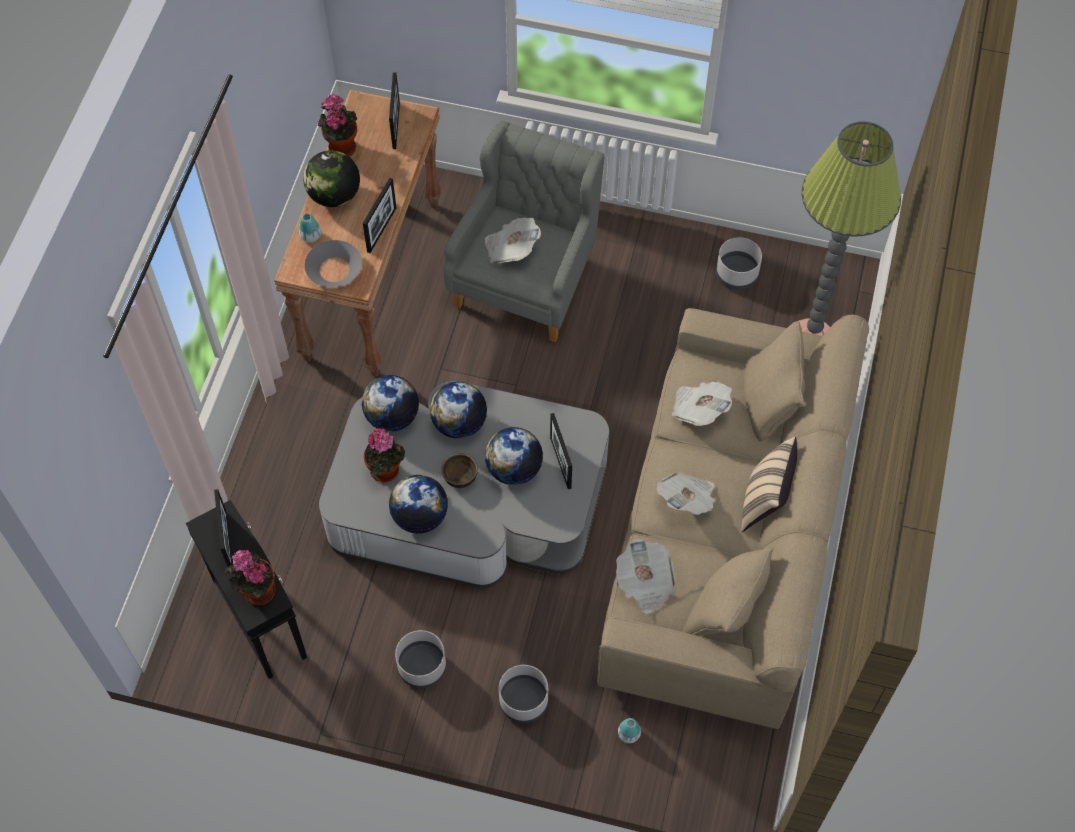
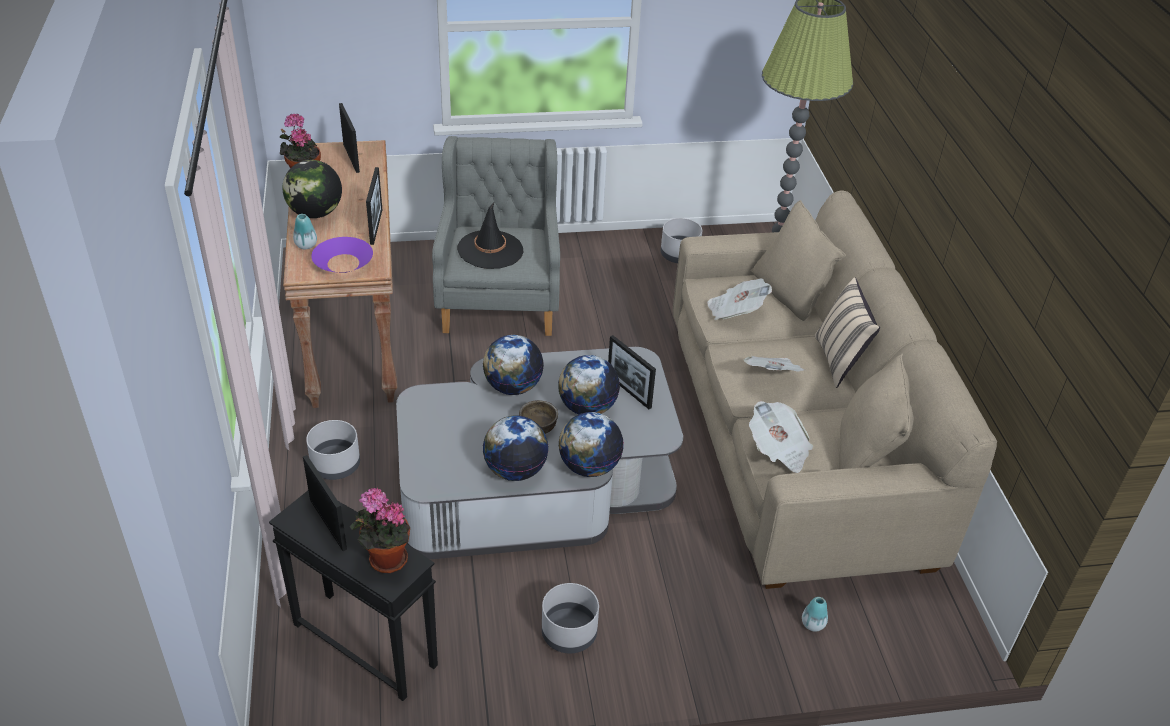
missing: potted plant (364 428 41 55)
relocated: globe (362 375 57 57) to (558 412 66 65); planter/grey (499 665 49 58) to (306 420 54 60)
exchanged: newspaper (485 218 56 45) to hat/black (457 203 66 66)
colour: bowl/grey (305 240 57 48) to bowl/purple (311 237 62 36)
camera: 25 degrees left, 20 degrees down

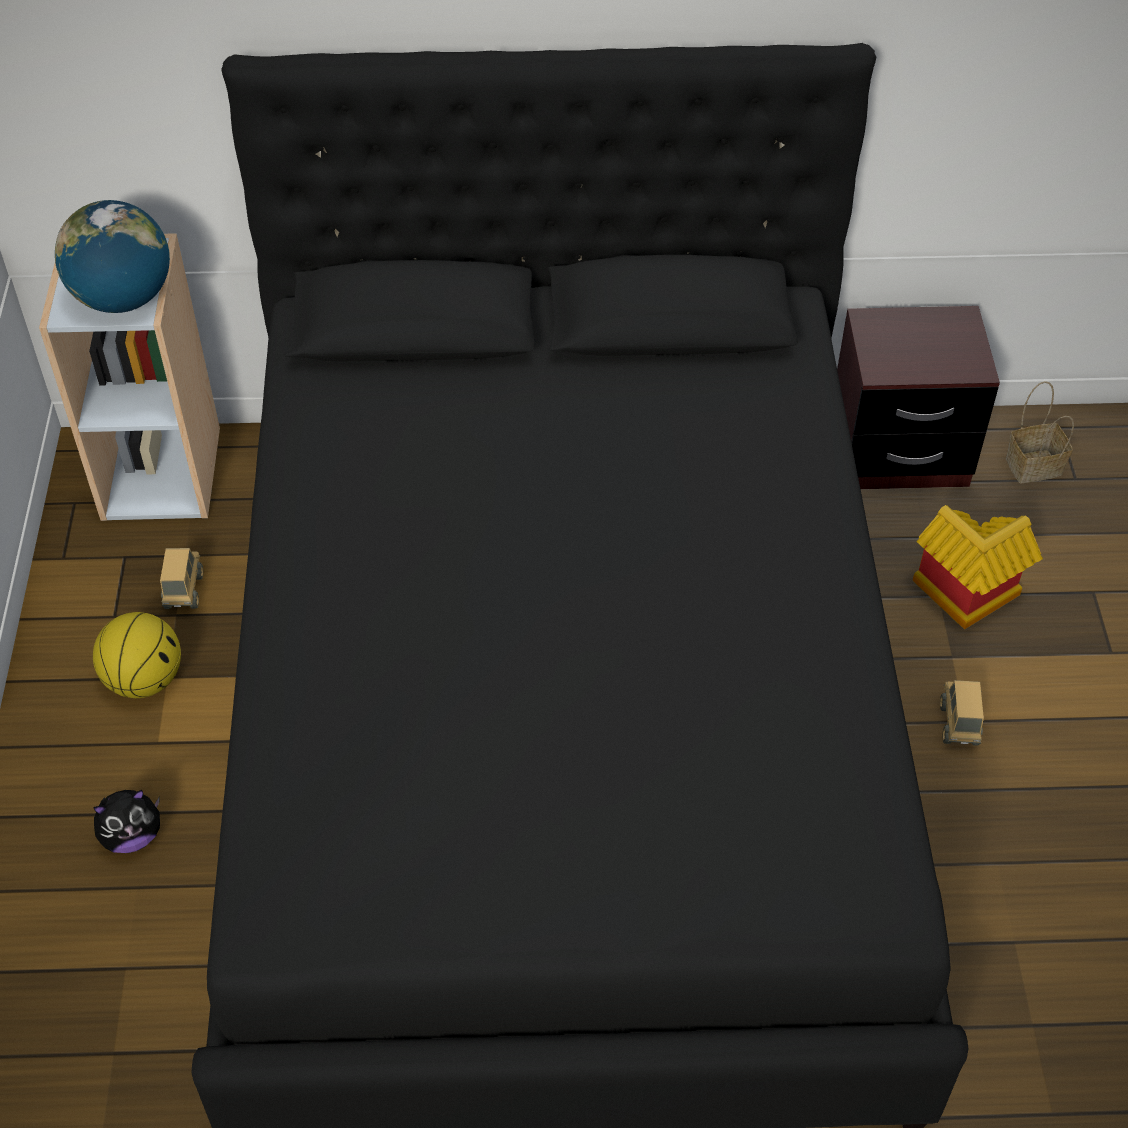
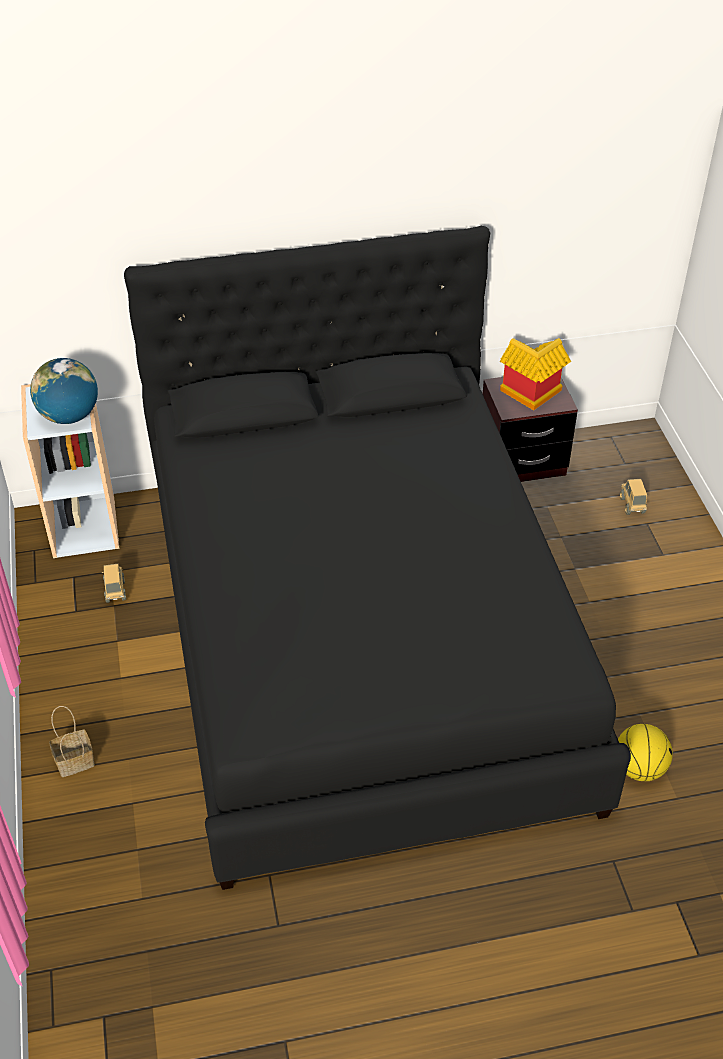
missing: plush toy (93 790 67 63)
relocated: basket (1006 381 68 102) to (49 706 46 71); toy house (913 505 130 125) to (500 338 72 72); basketball (93 612 88 86) to (618 724 55 57); toy truck (940 680 44 65) to (620 479 27 36)
camera: 10 degrees left, 5 degrees down

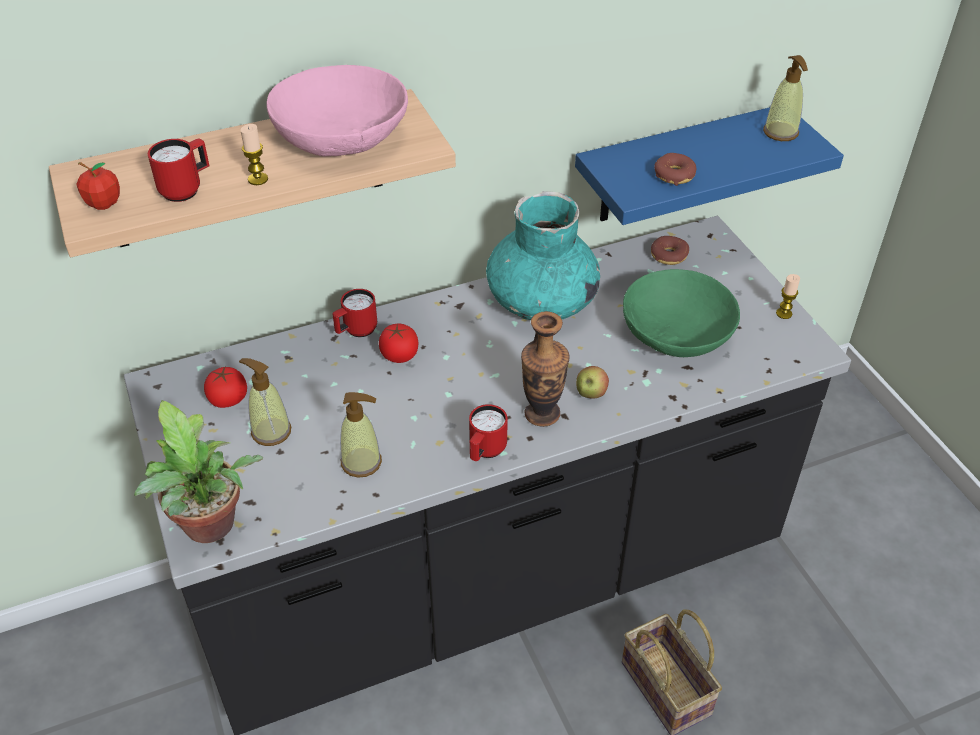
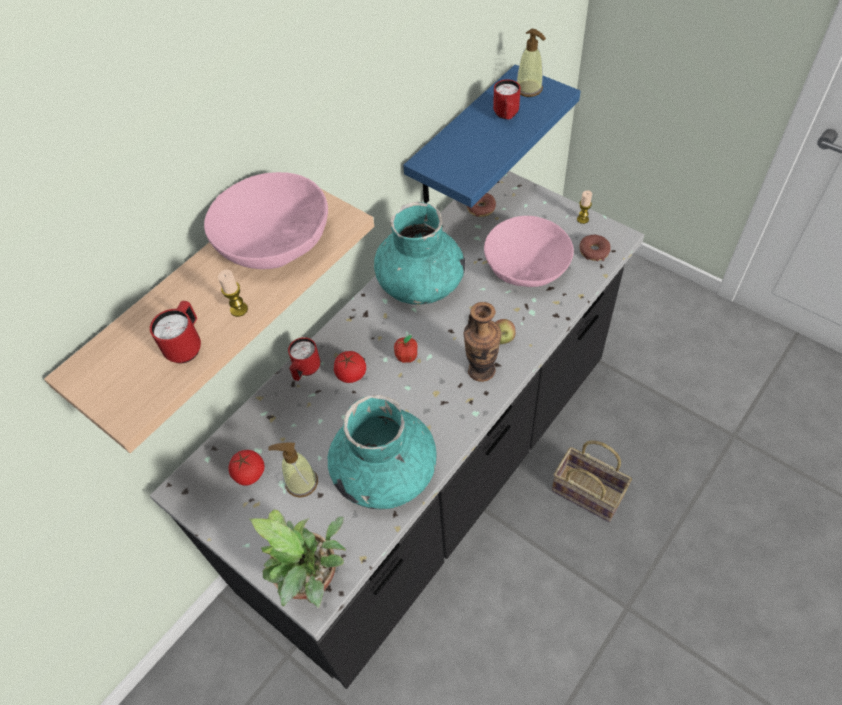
relocated: donut (654 153 42 33) to (580 235 31 26); apple (76 162 44 48) to (394 335 23 28); mug/red (469 404 39 57) to (493 80 27 39)
exchanged: soap dispenser (340 392 42 86) to vase/turquoise (328 395 109 114)
colour: bowl/green (623 269 117 88) to bowl/pink (484 216 90 71)
camera: 25 degrees left, 10 degrees up

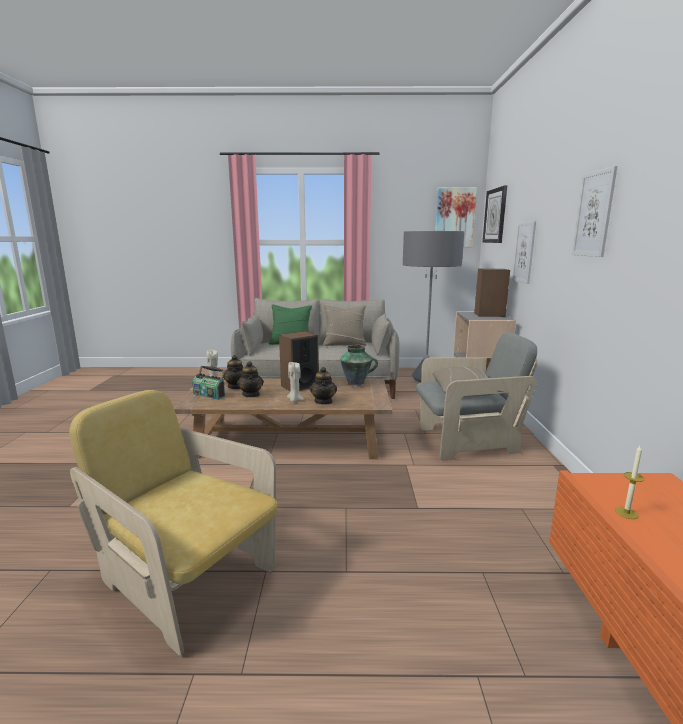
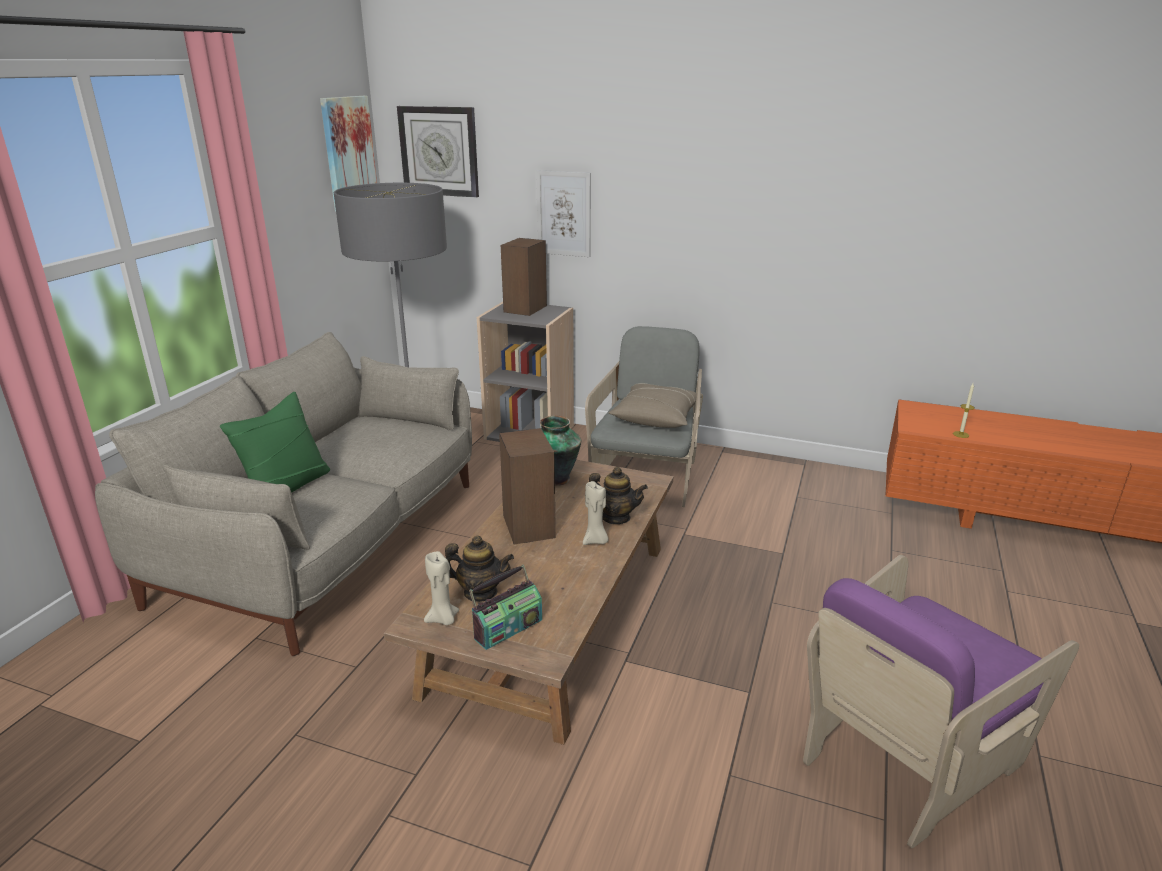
missing: picture (572 166 45 91); pillow/beige (323 305 44 41); teapot (237 361 27 36)
colour: armchair/yellow (69 390 208 266) to armchair/purple (803 555 276 293)
camera: 70 degrees left, 10 degrees up

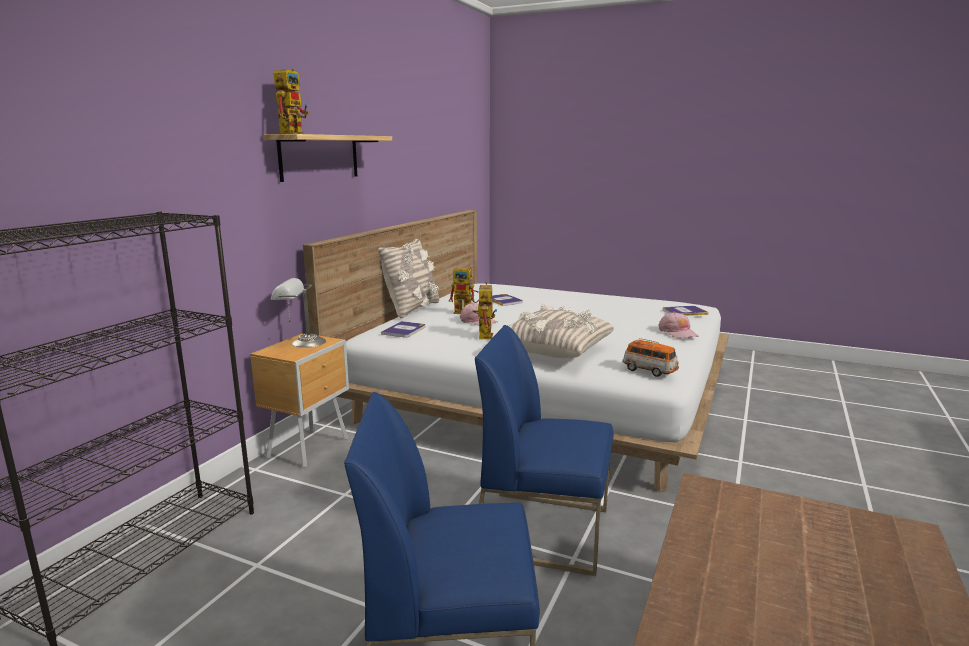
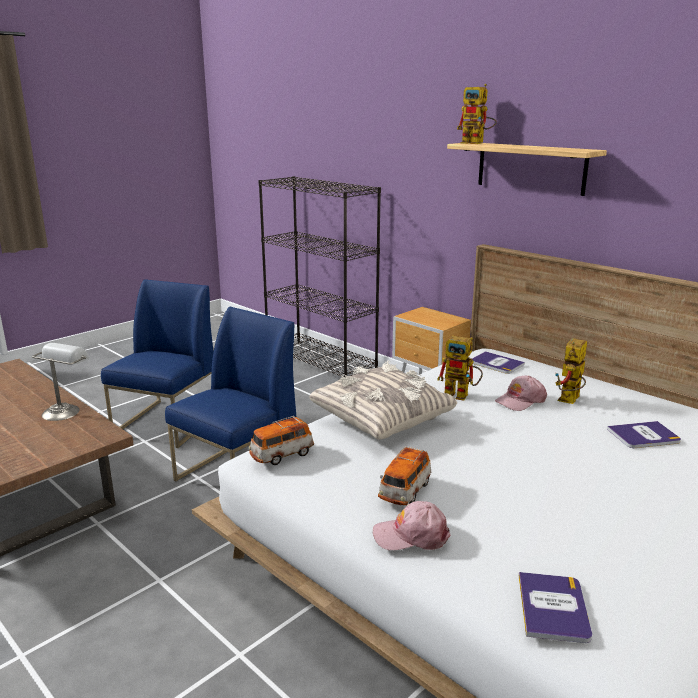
missing: pillow/beige (378 239 61 79)
appeared: toy car (378 446 53 59)
relocated: table lamp/white (271 278 55 70) to (32 343 57 78)
camera: 110 degrees right, 5 degrees up

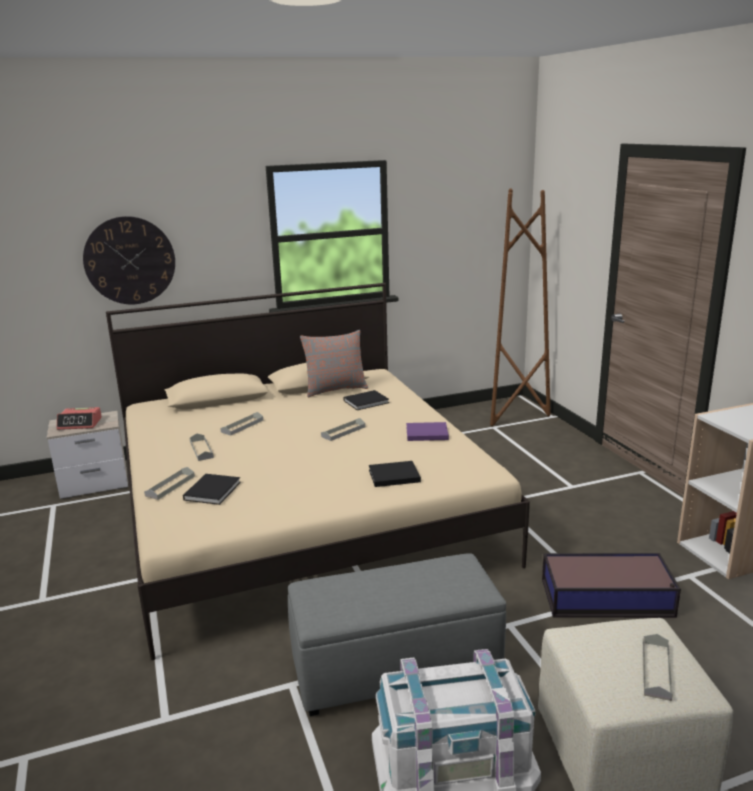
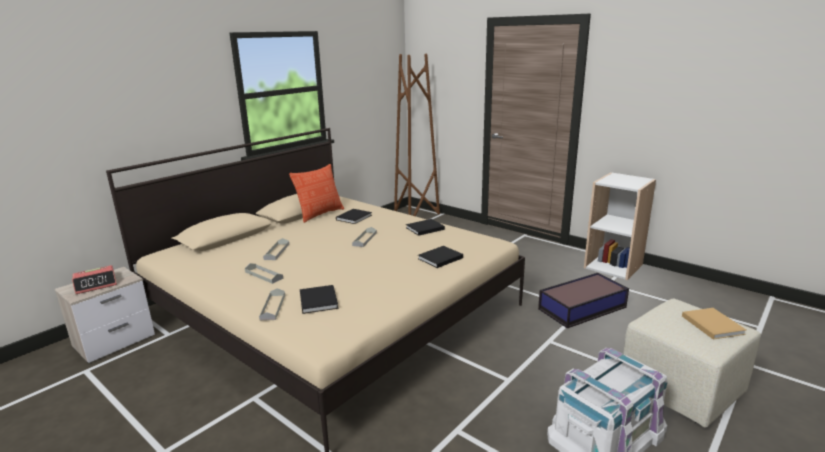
missing: wall clock (83 216 92 88); ottoman/grey (288 553 218 163)
exchanged: tray/grey (643 634 30 67) to book/beige (682 308 64 31)
colour: pillow/grey (300 330 68 67) to pillow/orange (289 164 55 59); book/purple (406 422 43 19) to book/black (406 219 39 17)
camera: 30 degrees left, 0 degrees up

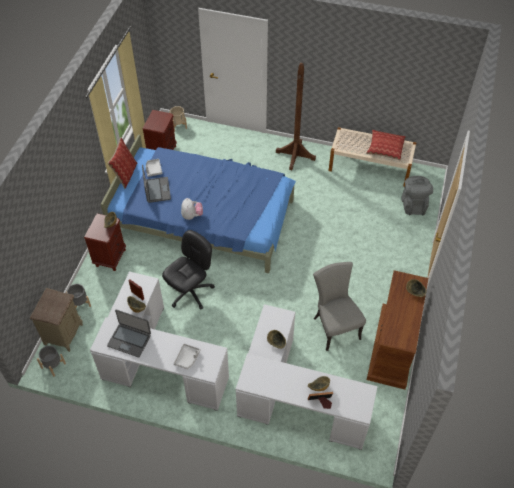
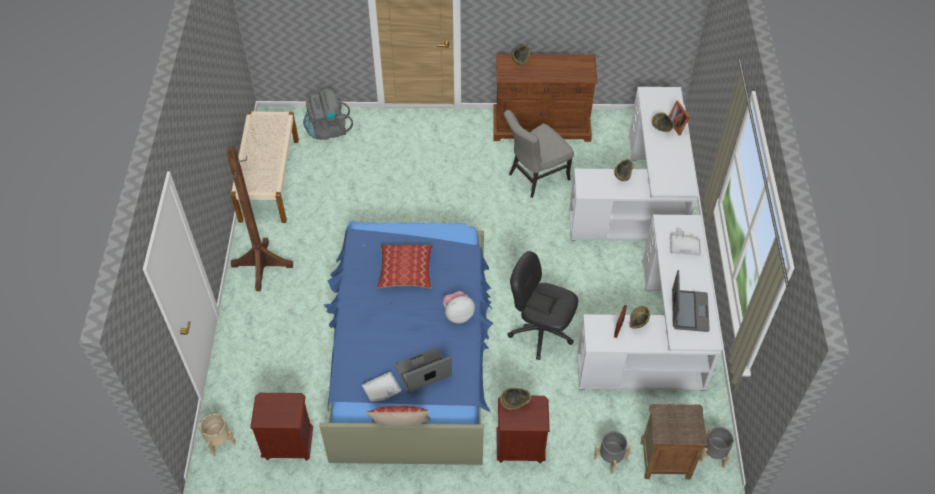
relocated: pillow (366 130 40 31) to (377 244 56 45)
camera: 105 degrees left, 0 degrees up

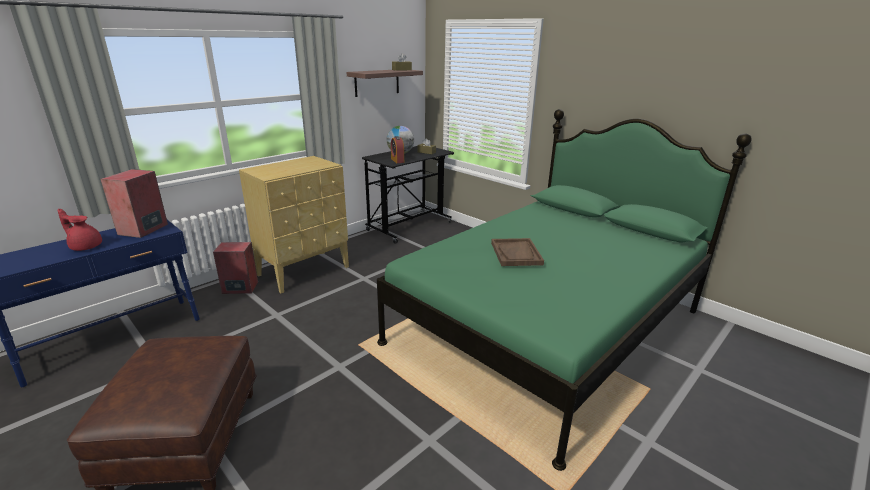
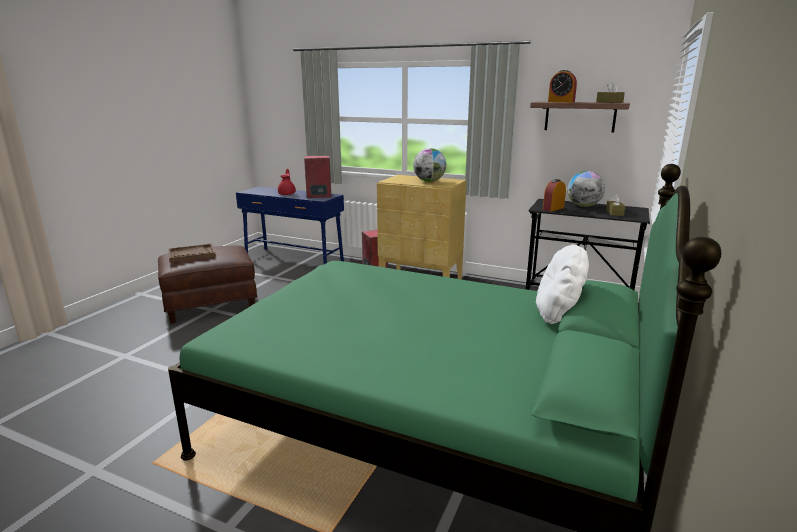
appeared: alarm clock (548 70 29 33); globe (413 148 33 34); pillow/white (536 245 53 79)
relocated: tray/brown (491 238 53 28) to (168 244 48 18)
camera: 70 degrees right, 5 degrees down

